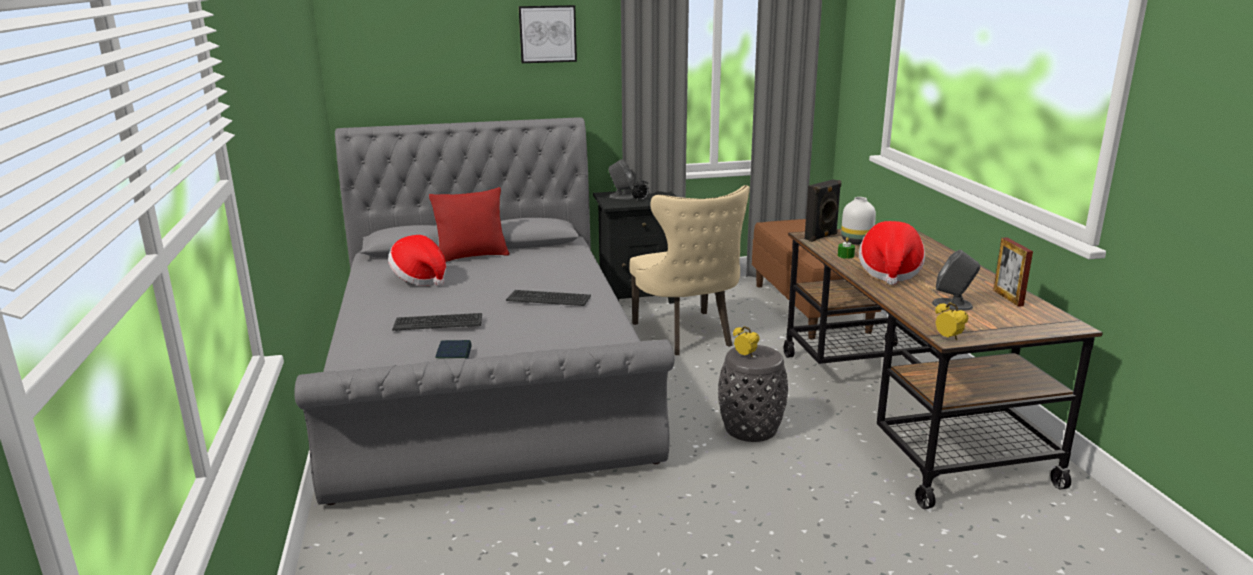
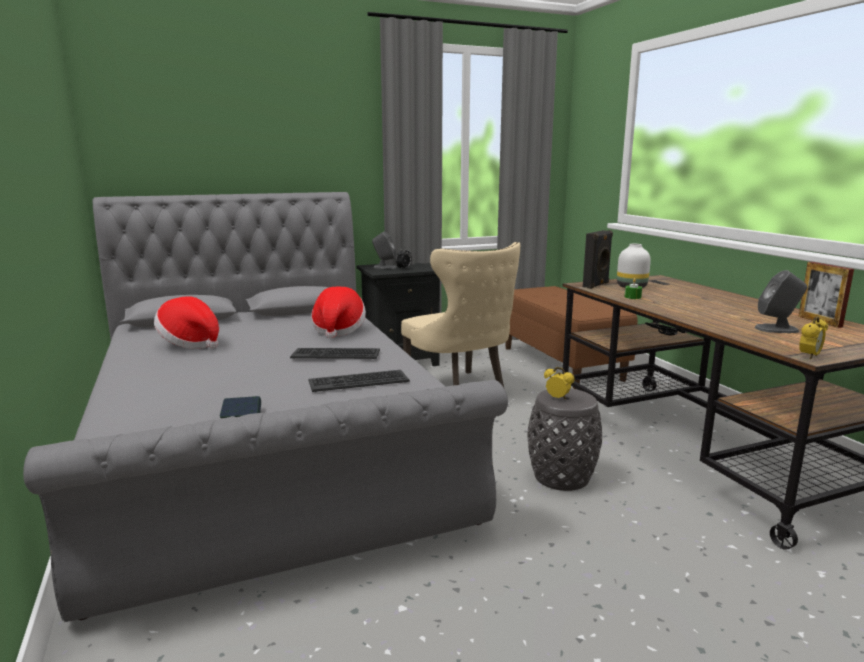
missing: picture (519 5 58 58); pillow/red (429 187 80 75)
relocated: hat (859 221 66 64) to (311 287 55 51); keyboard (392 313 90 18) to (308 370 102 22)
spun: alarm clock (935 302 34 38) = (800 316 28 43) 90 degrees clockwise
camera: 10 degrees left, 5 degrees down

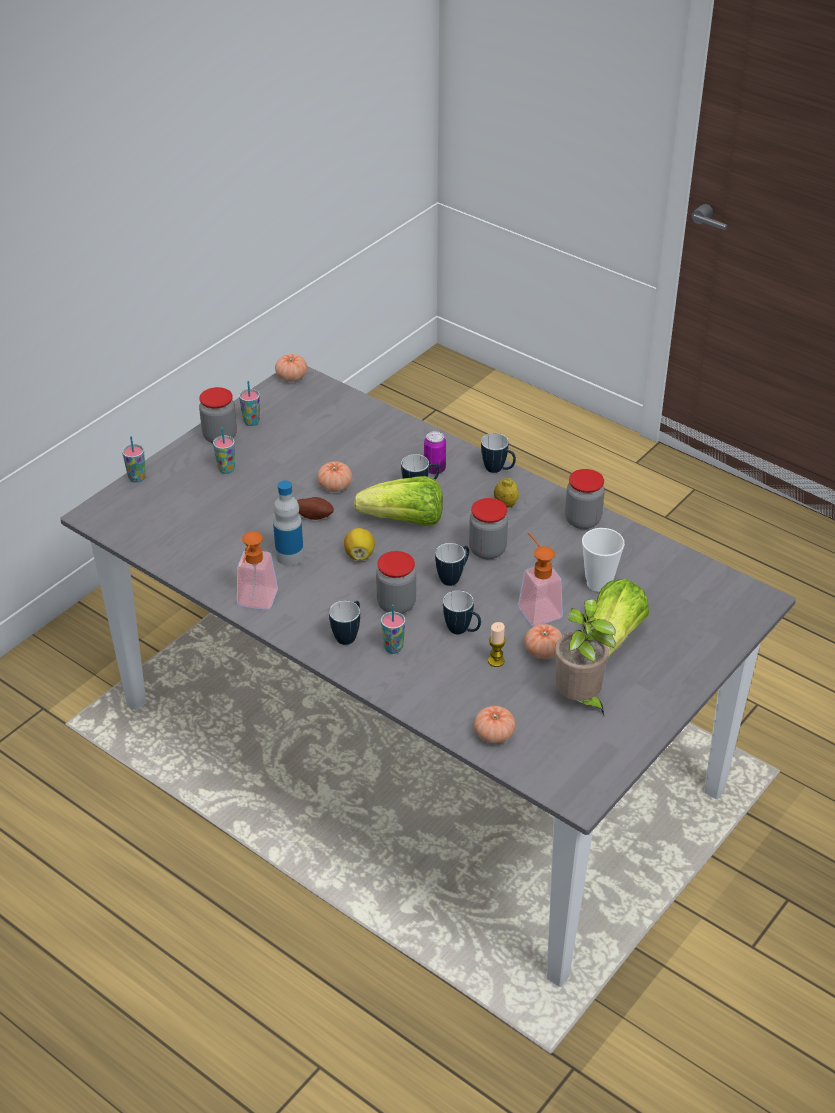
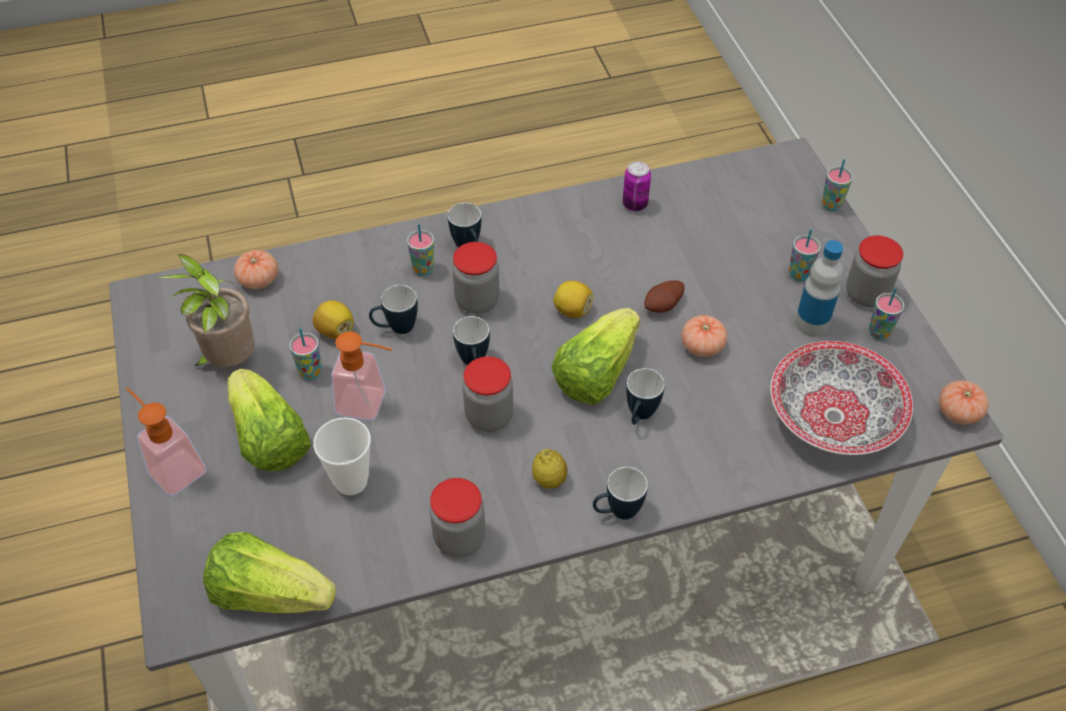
appeared: bowl (770 341 143 114); lettuce (203 532 133 81)
relocated: can (424 431 22 44) to (623 161 28 50); bottle (273 480 31 86) to (795 240 48 96); soap dispenser (237 532 41 78) to (126 387 81 109)
exchanged: candle (488 622 18 45) to lemon (313 300 41 39); tomato (524 624 38 35) to cup (289 328 33 52)
camera: 125 degrees right, 10 degrees up

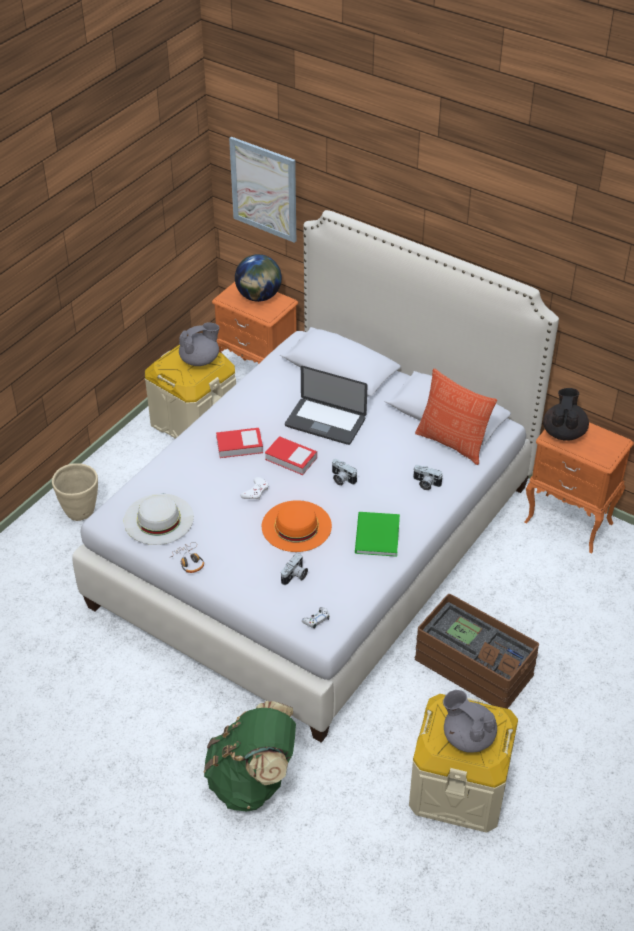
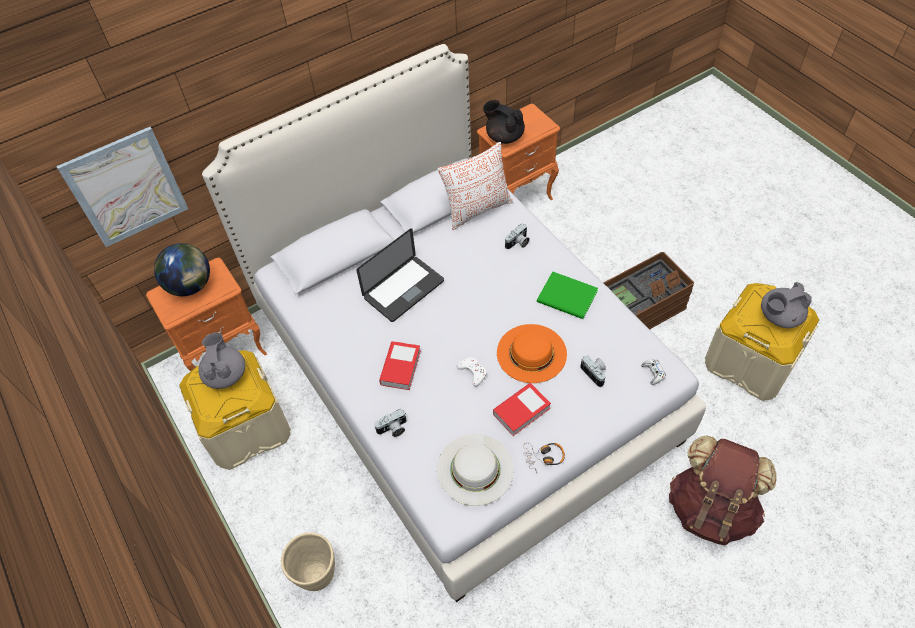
relocated: book (265 436 52 39) to (493 383 58 53); photo camera (332 459 25 27) to (374 409 32 28)
colour: pillow/orange (415 369 82 96) to pillow/white (438 142 75 88); backpack/green (204 701 92 110) to backpack/brown (669 435 107 110)
camera: 65 degrees left, 10 degrees up

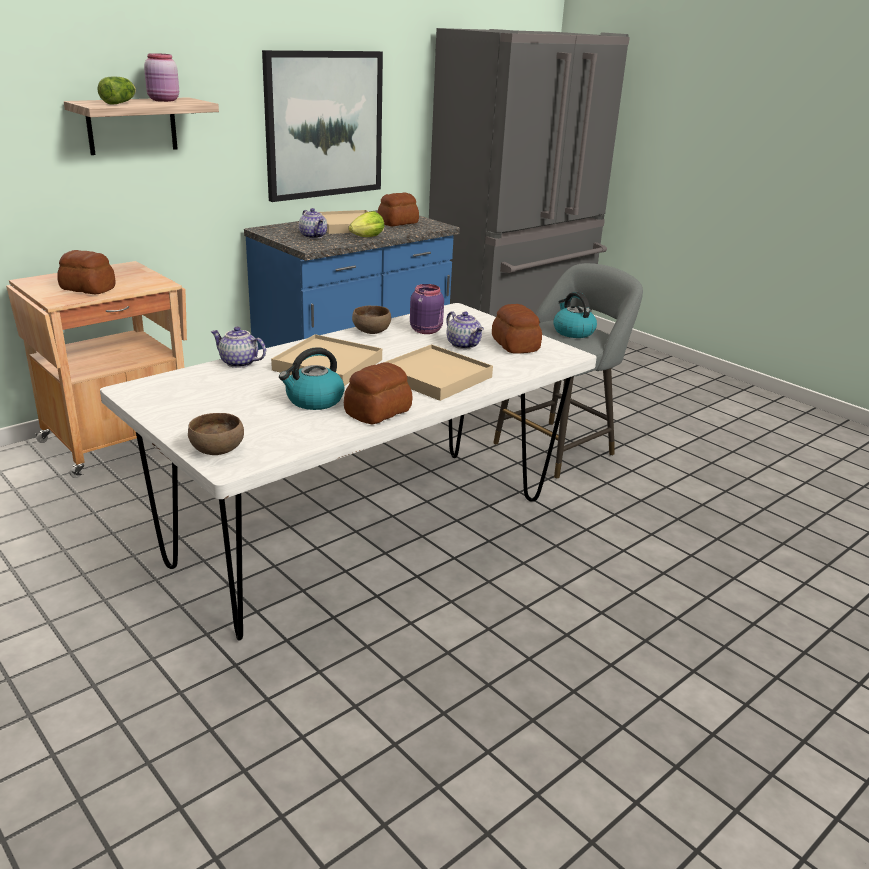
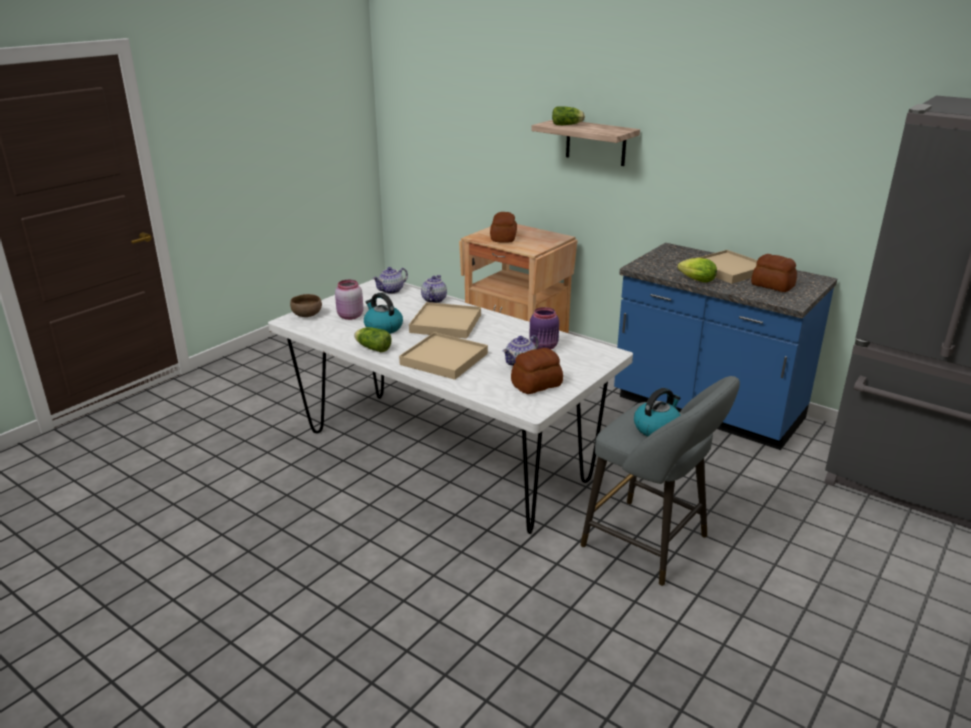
missing: picture (262 50 121 152); bowl/brown (352 306 39 28)
relocated: jar/pink (144 53 35 49) to (335 280 29 40); teapot (299 208 28 31) to (372 267 36 27)
exchanged: bread (344 362 69 62) to lettuce (354 327 38 25)
camera: 80 degrees right, 0 degrees up

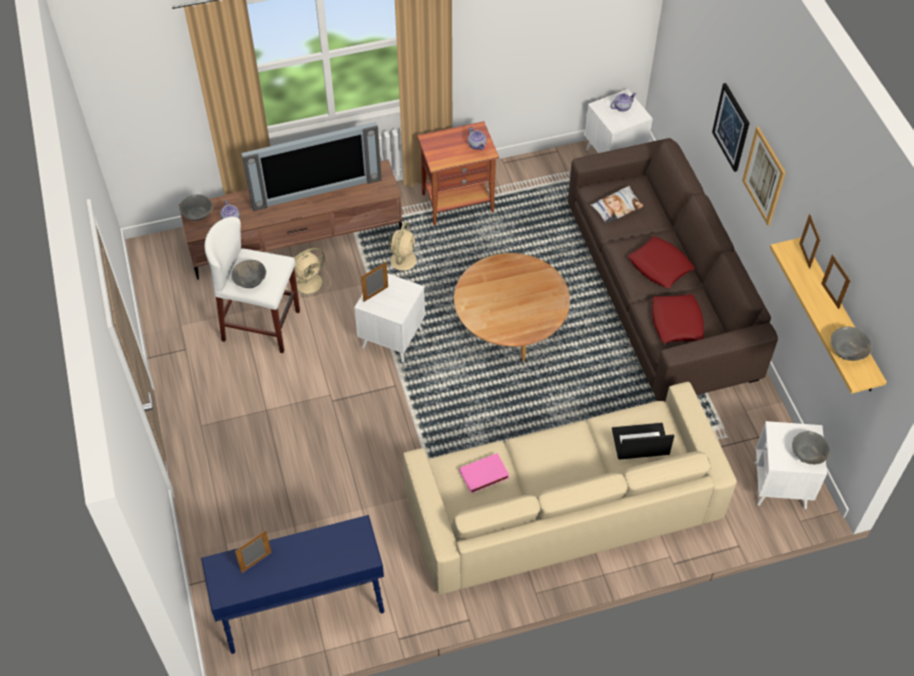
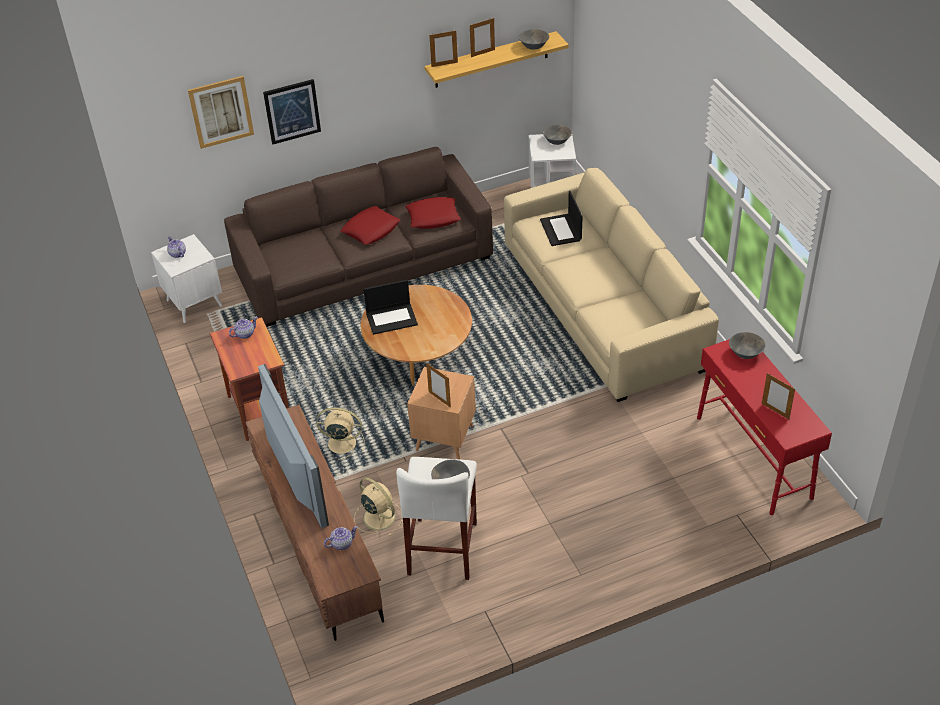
missing: pillow (591 186 53 38); book/pink (459 453 50 40)
appeared: laptop (363 280 55 55)
relocated: picture (742 127 44 99) to (188 76 66 73); bowl/grey (179 194 34 27) to (729 332 37 27)
colour: side table/white (354 273 71 90) to side table/brown (407 367 69 92); console table/blue (201 515 183 139) to console table/red (697 339 135 176)
camera: 95 degrees left, 10 degrees down

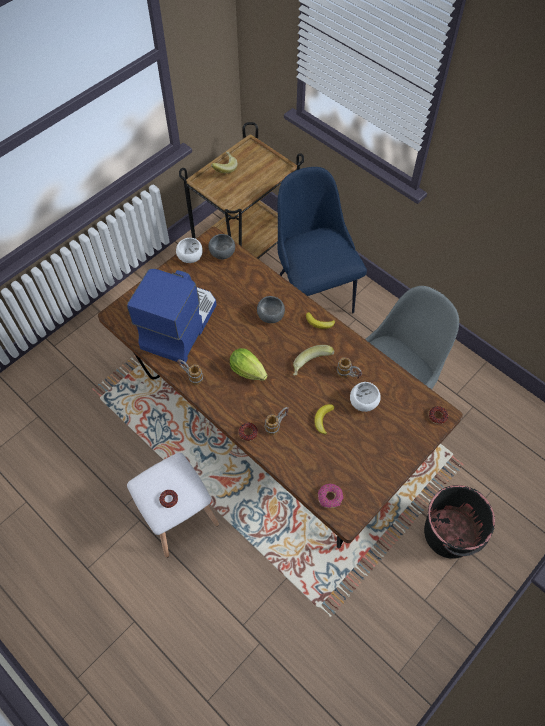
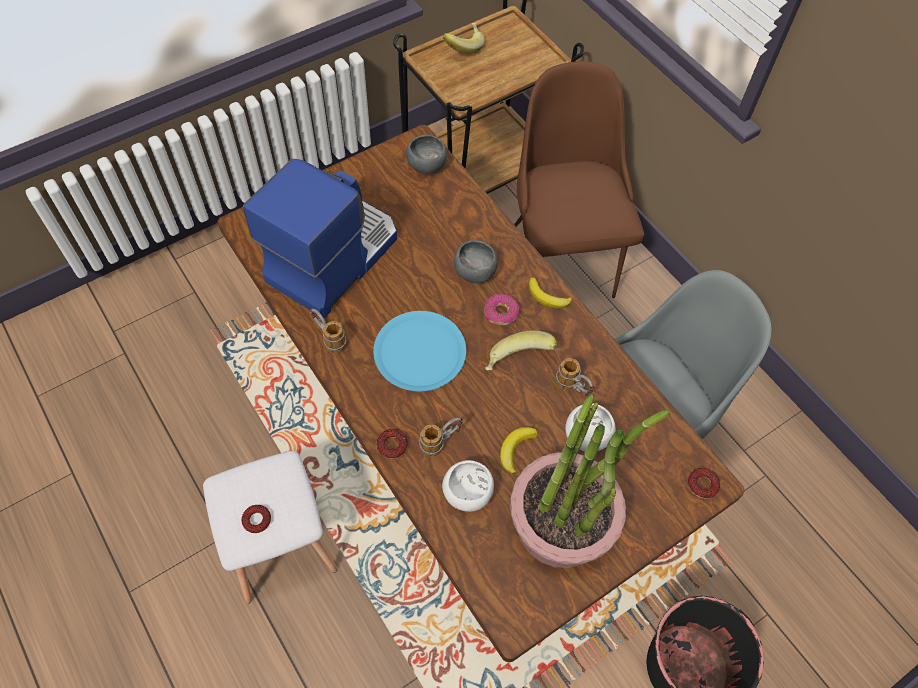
appeared: potted plant (510 394 159 174)
relocated: bowl/white (176 238 27 25) to (442 460 52 52); donut (318 484 26 24) to (484 294 35 32)
exchanged: lettuce (230 348 38 33) to plate/blue (373 311 93 80)
colour: chair/blue (277 167 90 146) to chair/brown (514 61 130 237)
camera: 10 degrees right, 0 degrees up

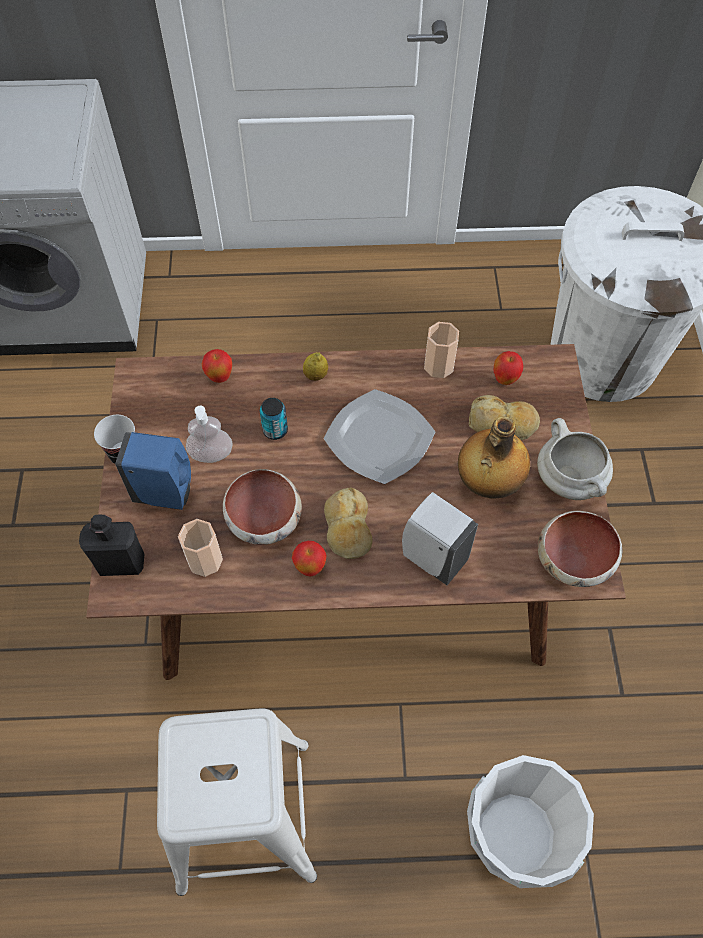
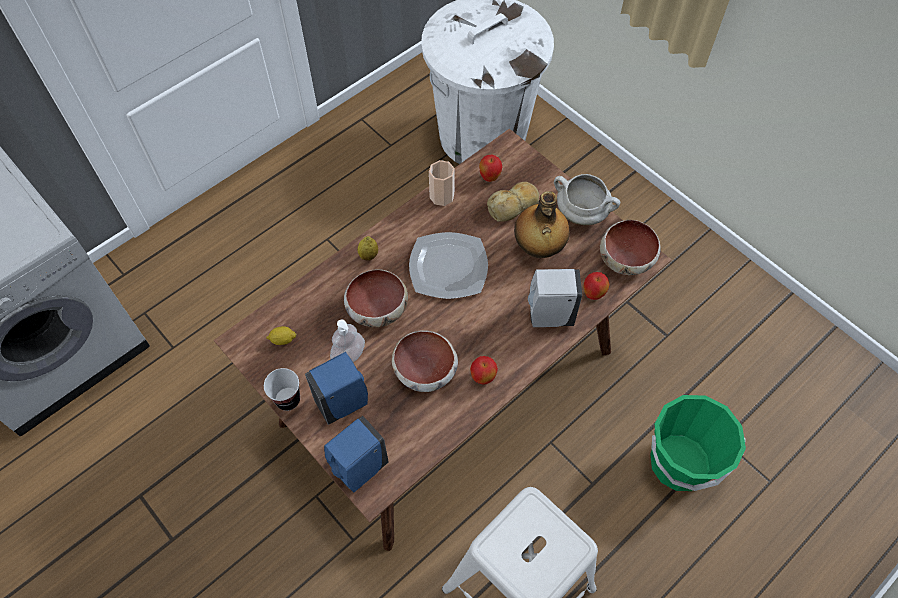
missing: bread (324 487 48 72); cup (178 519 45 58)
appeared: lemon (266 326 31 19)
relocated: apple (202 349 30 34) to (583 272 26 28)
exchanged: can (260 398 28 42) to bowl (344 269 64 58); bottle/black (79 515 65 61) to soap dispenser/blue (324 416 65 76)
colour: bucket/white (467 755 127 133) to bucket/green (650 395 96 96)
camera: 40 degrees left, 0 degrees up

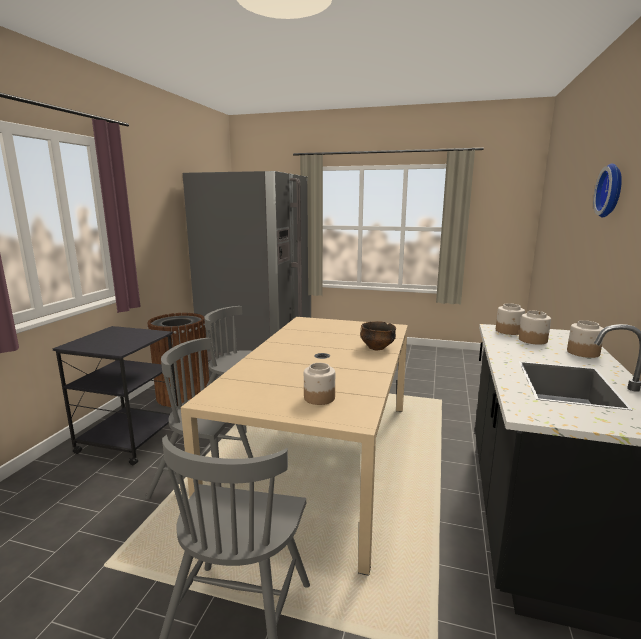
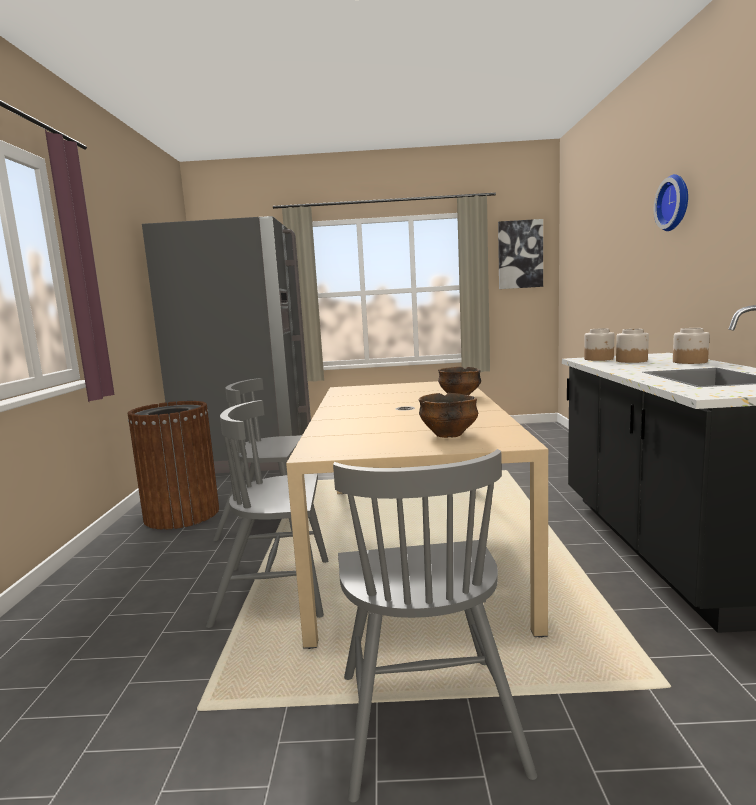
missing: cart/black (53 326 125 139)
appeared: picture (498 219 45 70)
exchanged: jar (304 363 31 42) to bowl (418 393 61 45)
camera: 15 degrees left, 5 degrees down

